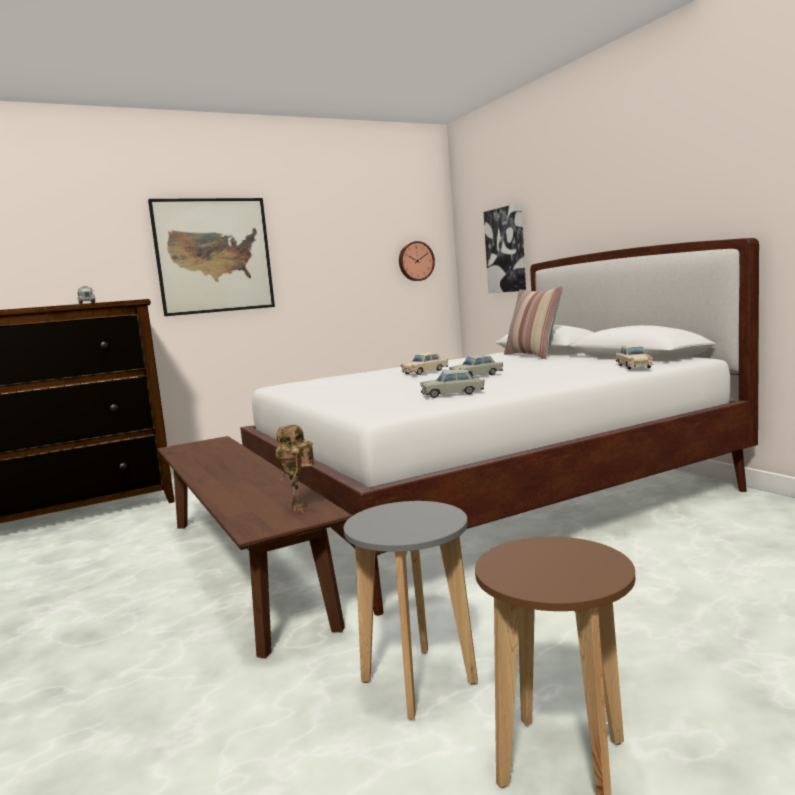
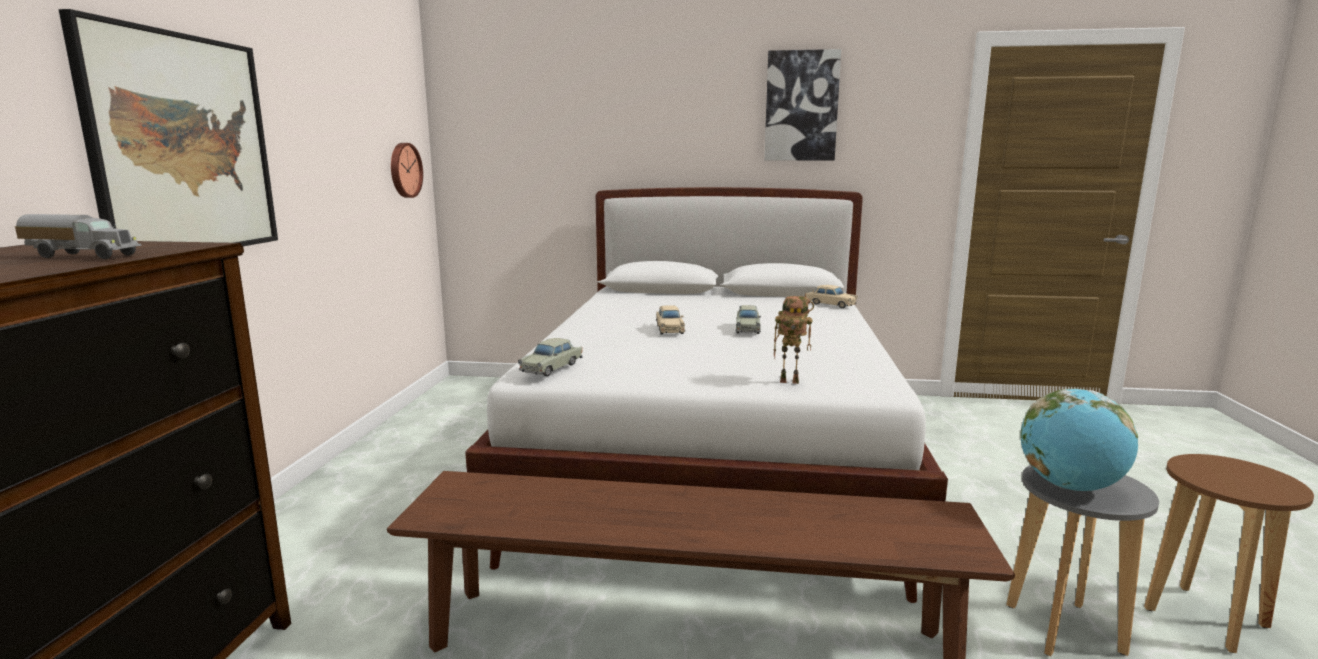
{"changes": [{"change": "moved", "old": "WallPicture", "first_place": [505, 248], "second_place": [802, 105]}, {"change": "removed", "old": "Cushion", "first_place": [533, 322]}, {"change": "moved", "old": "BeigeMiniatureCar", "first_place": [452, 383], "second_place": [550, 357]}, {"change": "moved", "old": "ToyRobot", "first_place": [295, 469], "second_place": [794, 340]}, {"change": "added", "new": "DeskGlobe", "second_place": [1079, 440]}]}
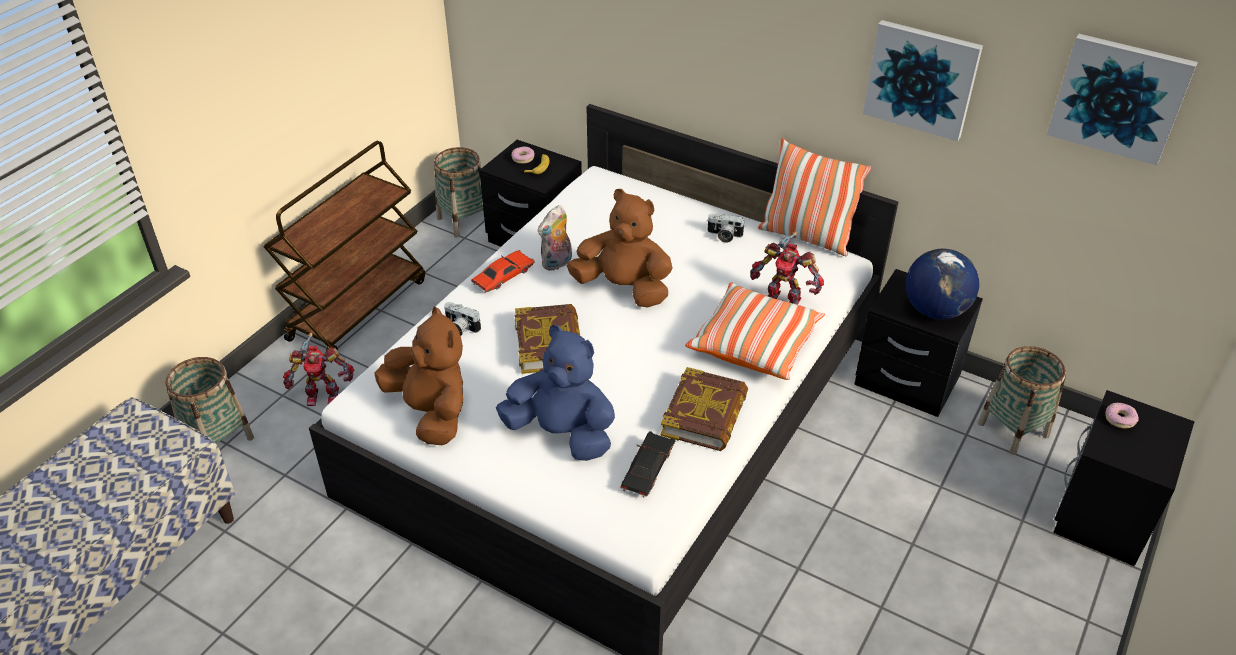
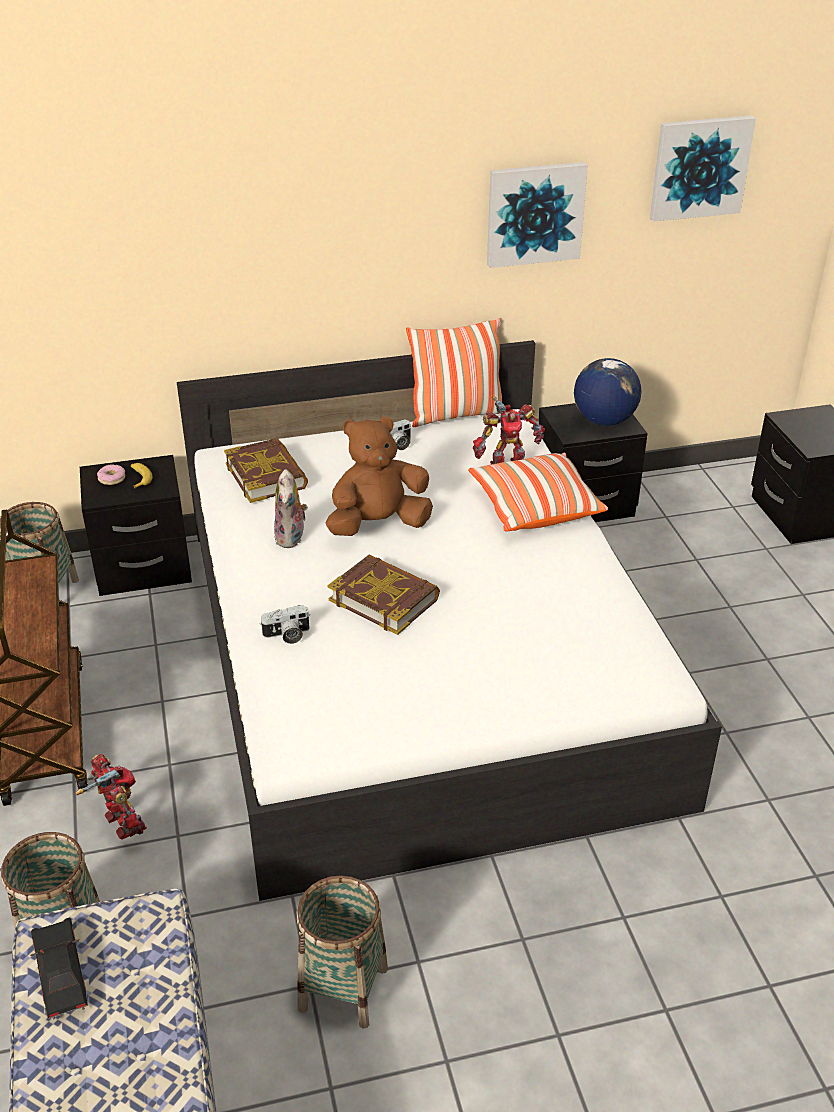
{"changes": [{"change": "removed", "old": "ReddishMiniatureCar", "first_place": [502, 271]}, {"change": "removed", "old": "BrownishPlushToy", "first_place": [418, 375]}, {"change": "removed", "old": "BluePlushToy", "first_place": [555, 393]}, {"change": "turned", "old": "ToyRobot", "first_place": [318, 369], "second_place": [111, 797], "degrees": -75}, {"change": "moved", "old": "Basket", "first_place": [1021, 400], "second_place": [342, 952]}, {"change": "moved", "old": "Volume", "first_place": [704, 409], "second_place": [266, 470]}, {"change": "removed", "old": "RingDoughnut", "first_place": [1122, 416]}, {"change": "moved", "old": "BlackishMiniatureCar", "first_place": [647, 464], "second_place": [59, 969]}]}
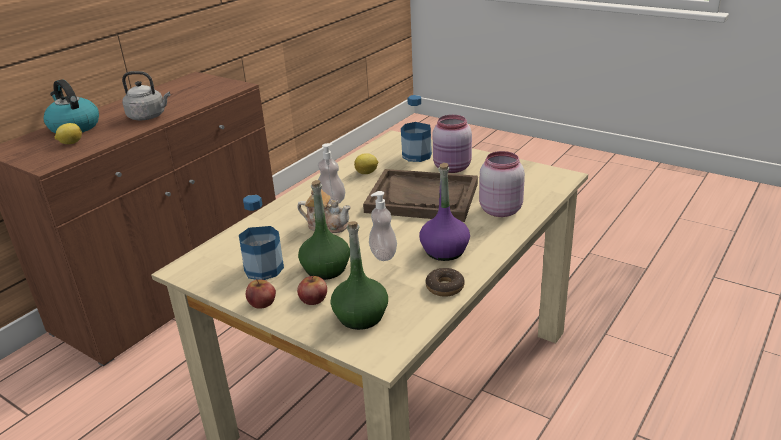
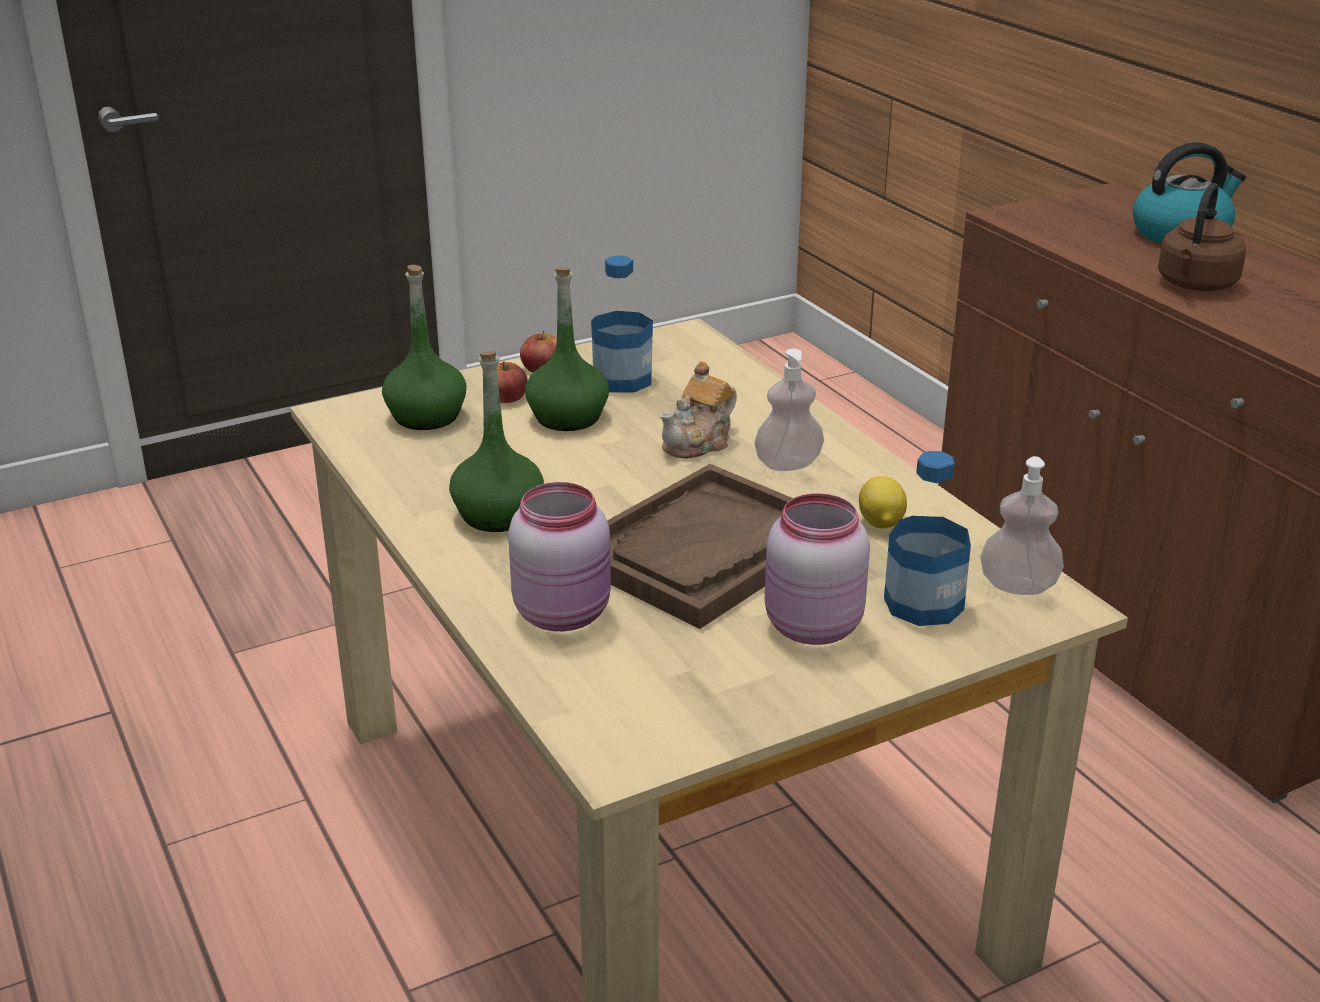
{"changes": [{"change": "recoloured", "old": "GreyishTeaKettle", "new": "BrownishTeaKettle", "first_place": [146, 95], "second_place": [1202, 237]}, {"change": "removed", "old": "CitrusFruit", "first_place": [68, 133]}, {"change": "recoloured", "old": "PurpleColouredBeverageBottle", "new": "GreenBeverageBottle", "first_place": [444, 212], "second_place": [496, 441]}, {"change": "moved", "old": "SoapBottle", "first_place": [383, 226], "second_place": [1022, 525]}, {"change": "removed", "old": "RingDoughnut", "first_place": [445, 282]}]}
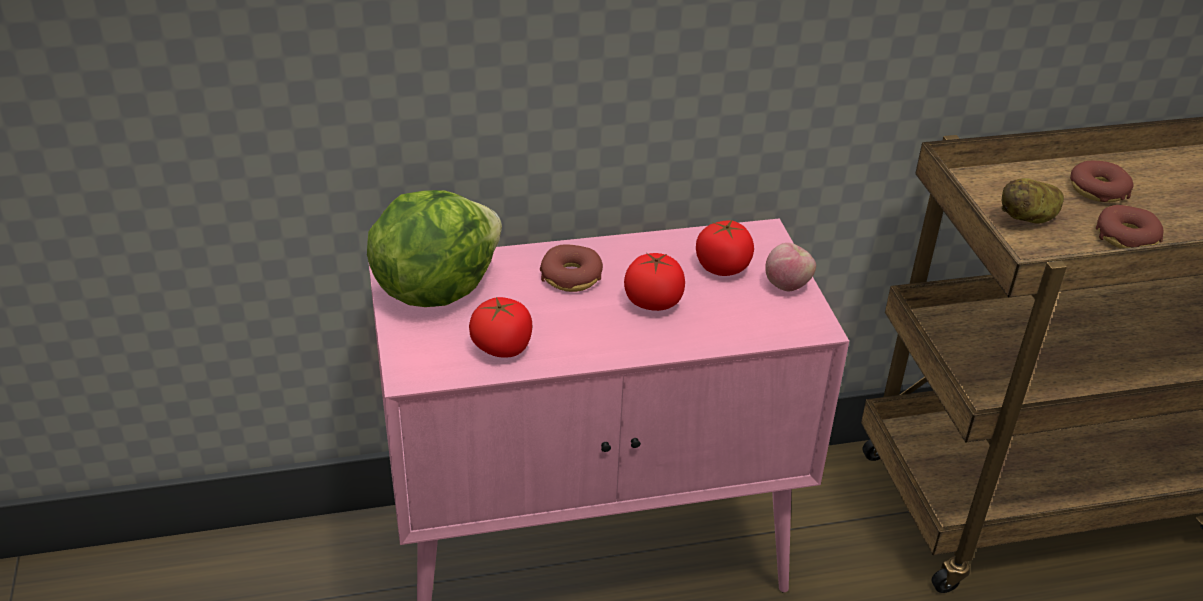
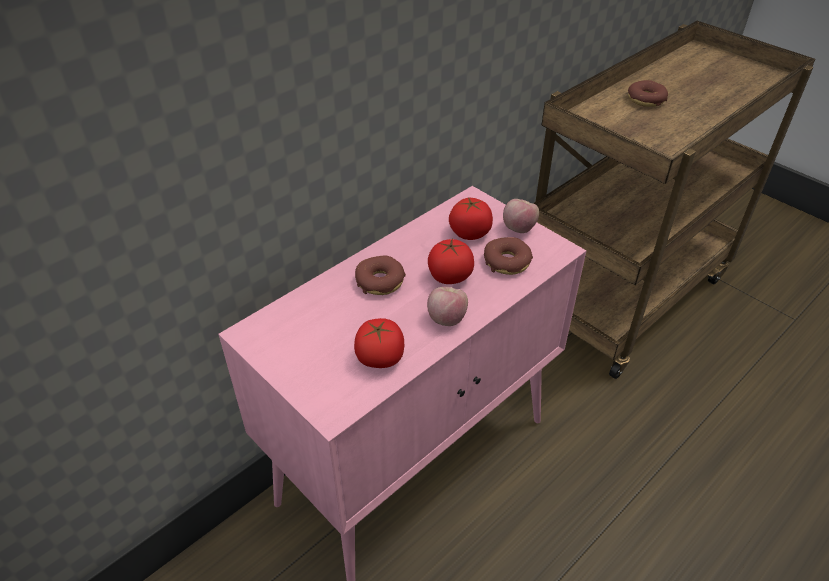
{"changes": [{"change": "removed", "old": "WholePotato", "first_place": [1032, 200]}, {"change": "removed", "old": "Lettuce", "first_place": [434, 248]}, {"change": "moved", "old": "RingDoughnut", "first_place": [1129, 227], "second_place": [508, 256]}, {"change": "added", "new": "AppleFruit", "second_place": [447, 306]}]}
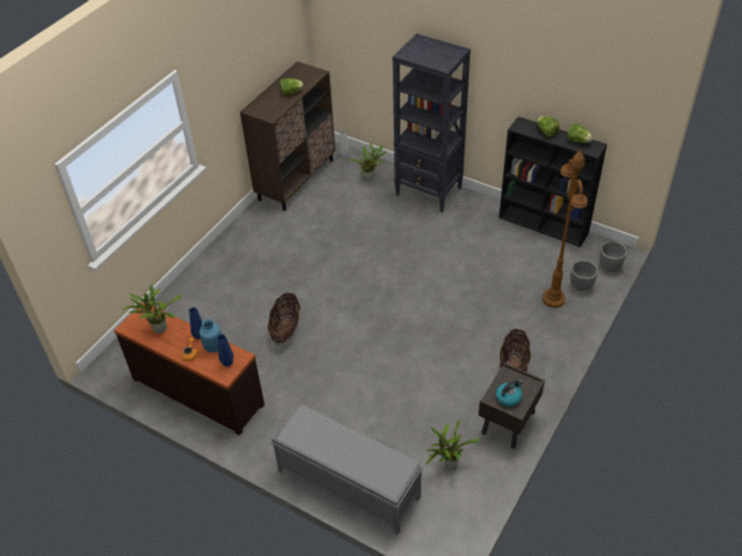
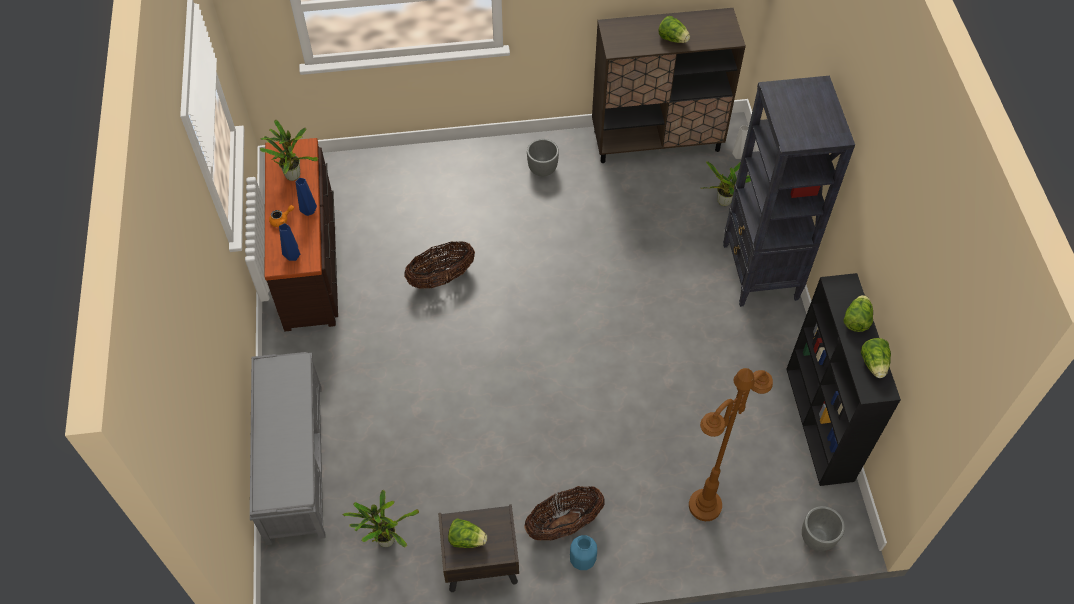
{"changes": [{"change": "moved", "old": "GreyishPlanter", "first_place": [584, 275], "second_place": [543, 157]}, {"change": "moved", "old": "BlueVase", "first_place": [210, 335], "second_place": [583, 552]}, {"change": "replaced", "old": "TeaKettle", "new": "Lettuce", "first_place": [509, 393], "second_place": [467, 533]}]}
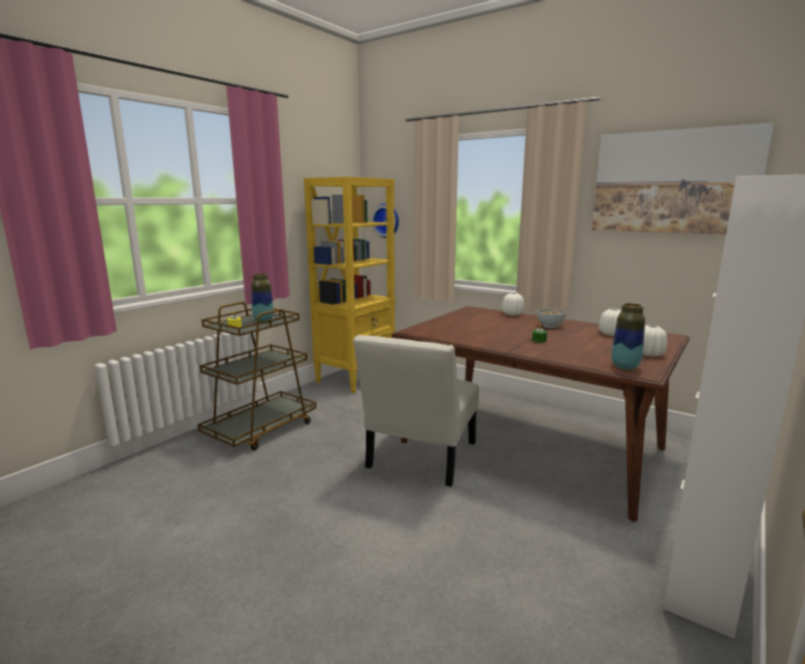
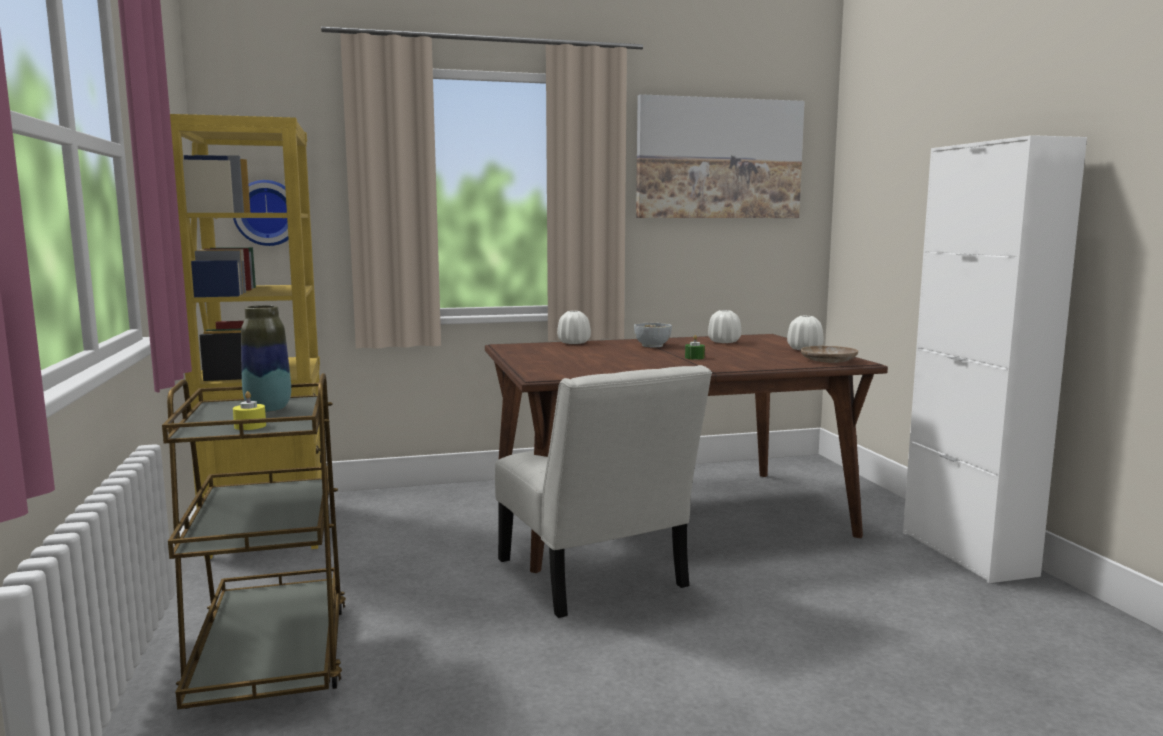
{"changes": [{"change": "replaced", "old": "Vase", "new": "BeigePlate", "first_place": [628, 336], "second_place": [829, 354]}]}
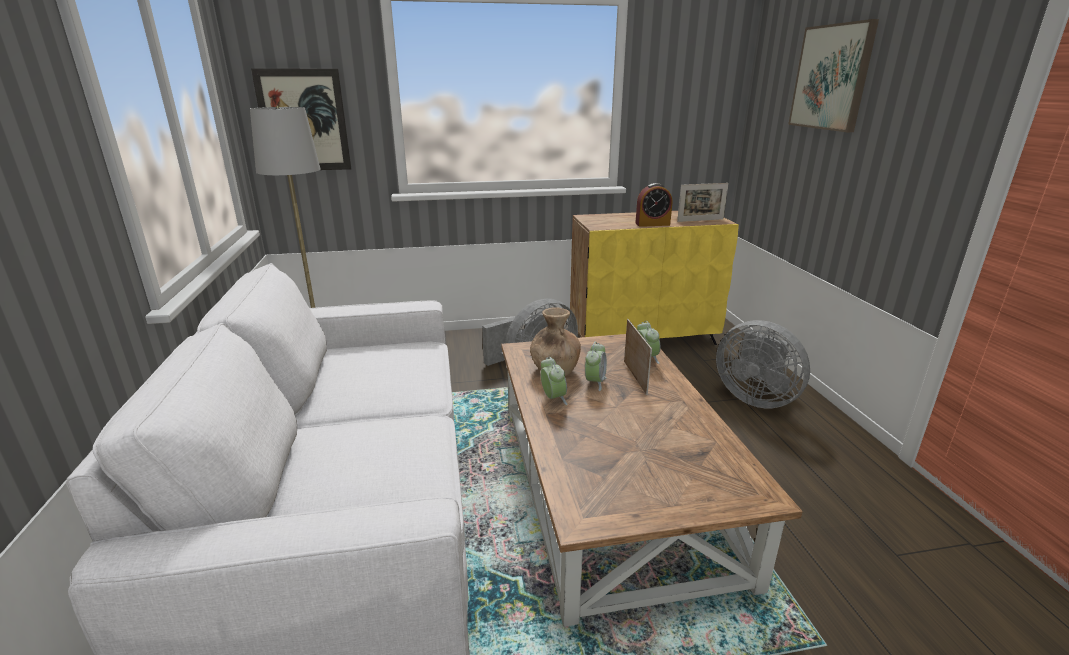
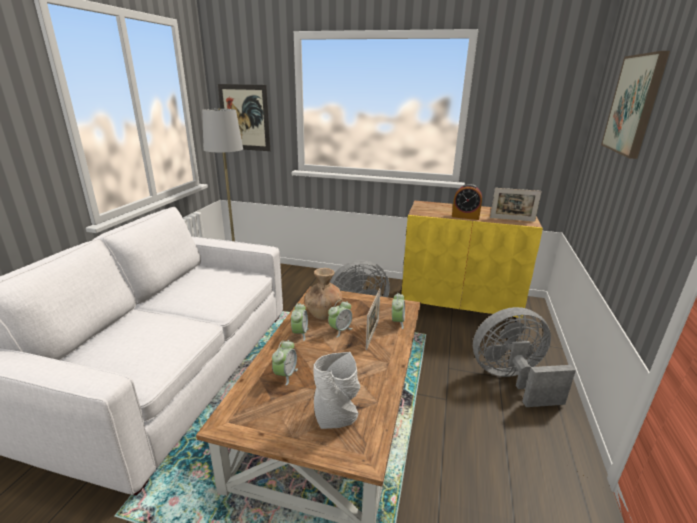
{"changes": [{"change": "turned", "old": "GreyishCoolingFan", "first_place": [763, 364], "second_place": [524, 357], "degrees": 105}, {"change": "added", "new": "AlarmClock", "second_place": [285, 363]}, {"change": "added", "new": "GreyishVase", "second_place": [336, 390]}]}
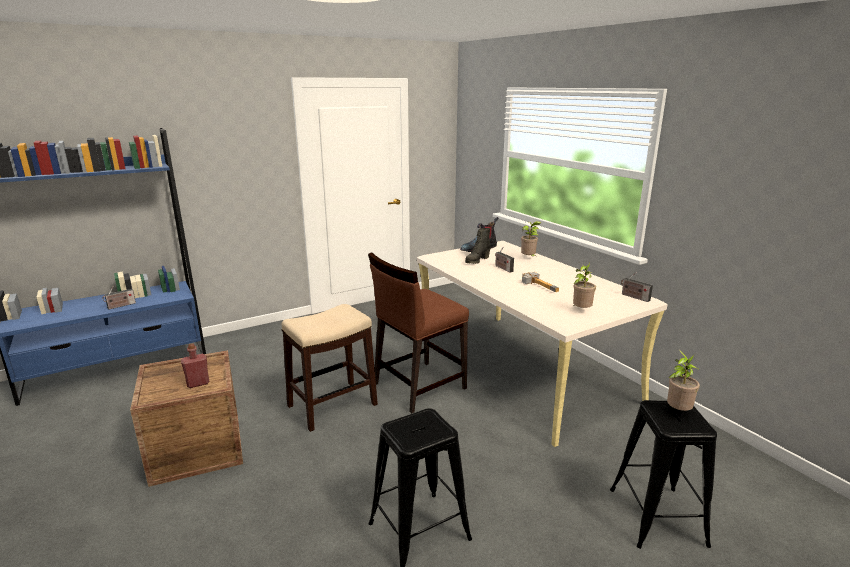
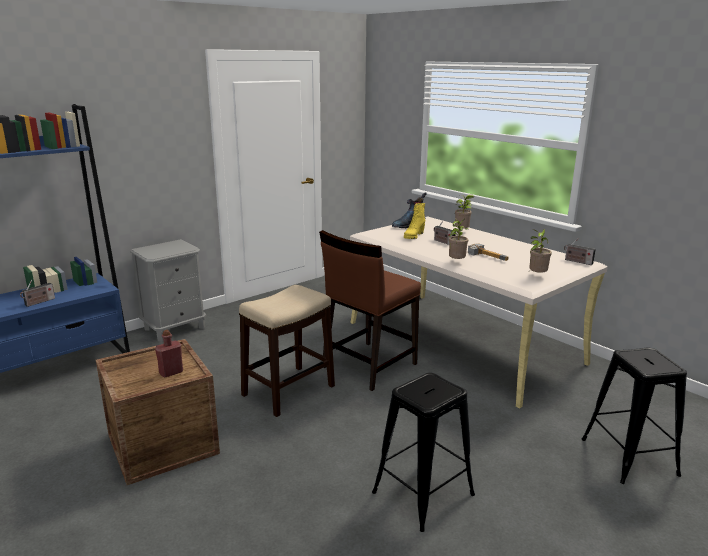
{"changes": [{"change": "recoloured", "old": "BlackishBoot", "new": "YellowBoot", "first_place": [477, 246], "second_place": [414, 221]}, {"change": "moved", "old": "Houseplant", "first_place": [683, 380], "second_place": [458, 238]}, {"change": "added", "new": "GreyishBedsideTable", "second_place": [168, 290]}]}
